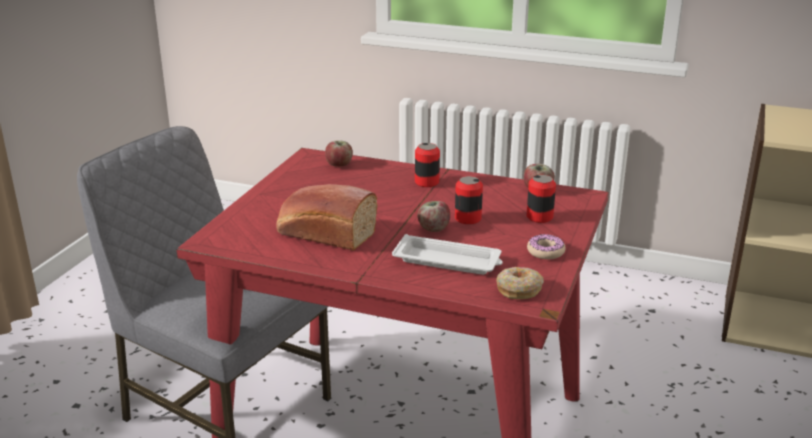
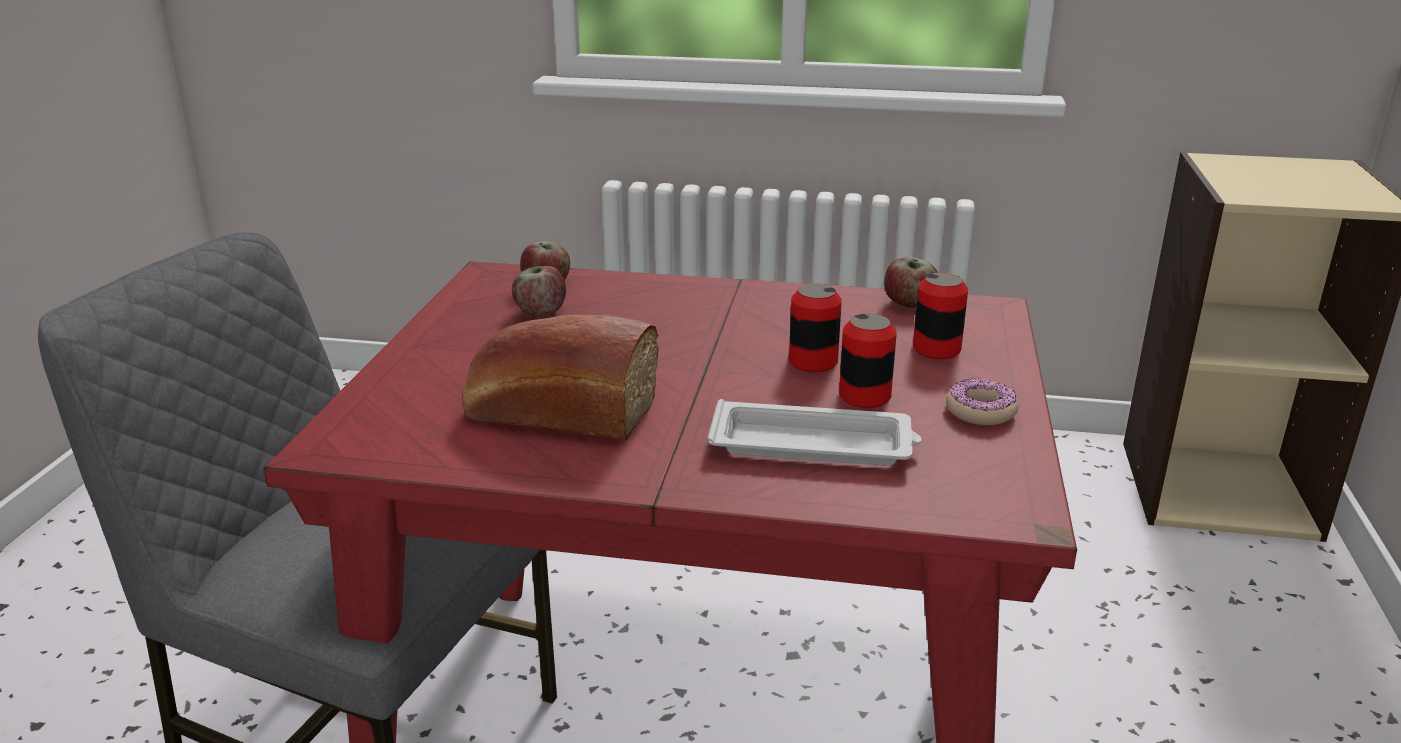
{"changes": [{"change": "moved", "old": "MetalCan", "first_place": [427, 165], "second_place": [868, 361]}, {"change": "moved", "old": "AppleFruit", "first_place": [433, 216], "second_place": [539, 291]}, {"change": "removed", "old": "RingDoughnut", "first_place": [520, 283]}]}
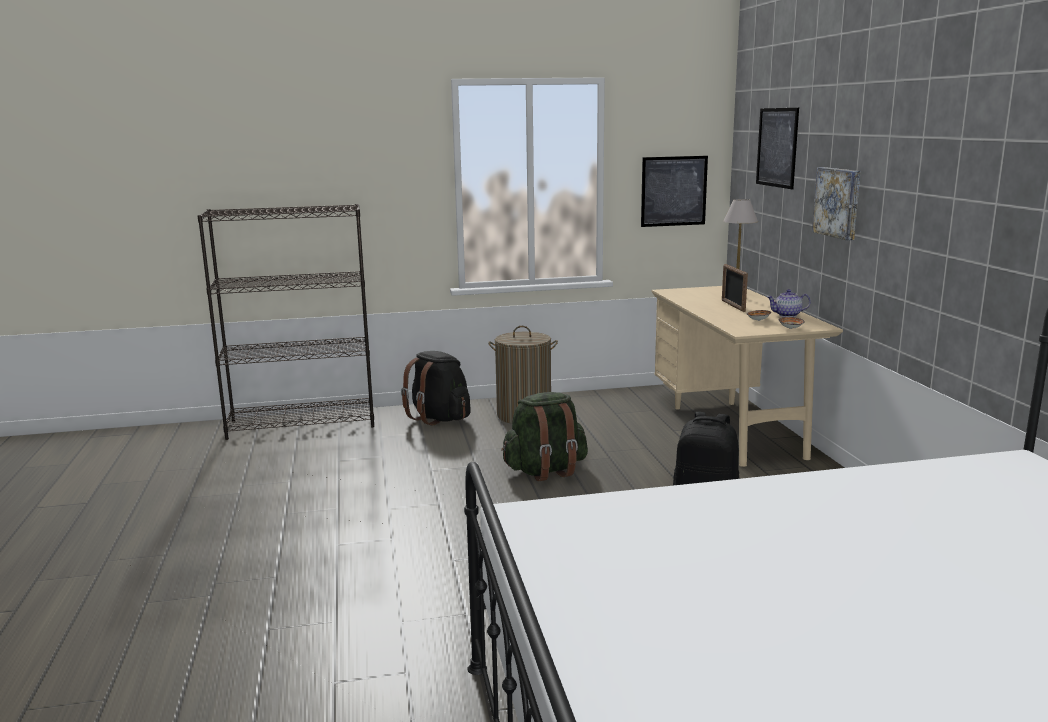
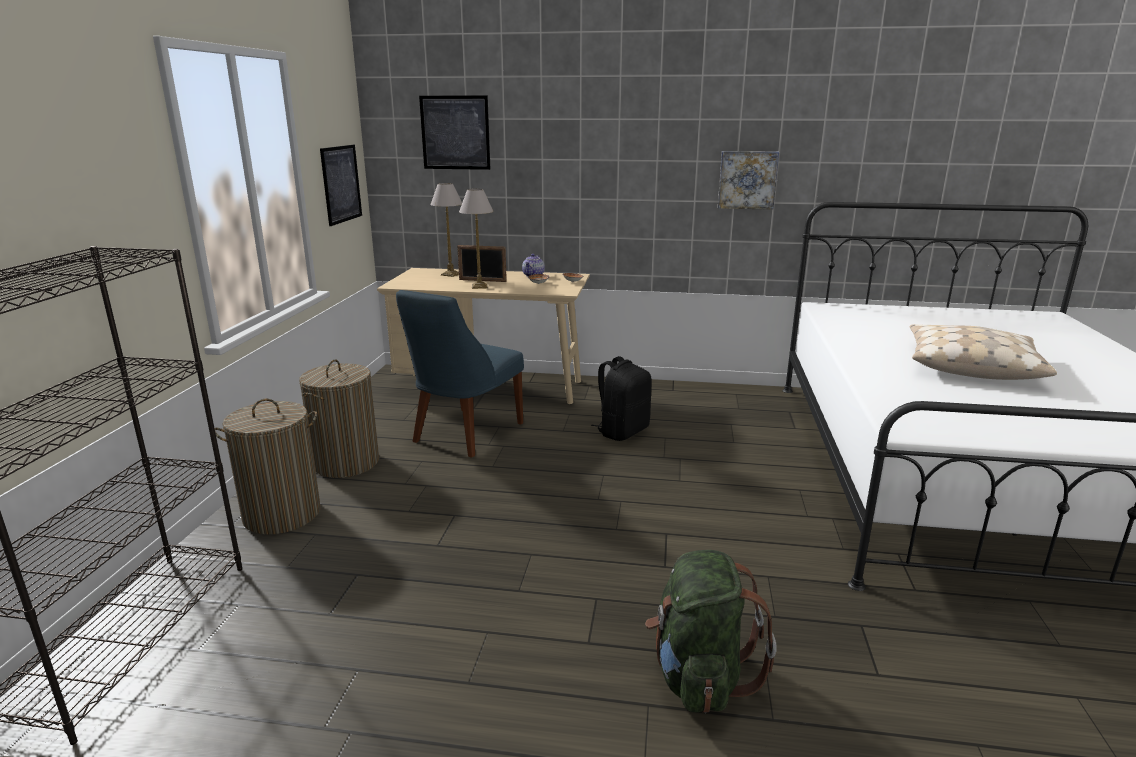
{"changes": [{"change": "moved", "old": "WallPicture", "first_place": [836, 203], "second_place": [748, 180]}, {"change": "replaced", "old": "BlackishKnapsack", "new": "Hamper", "first_place": [436, 388], "second_place": [267, 466]}, {"change": "moved", "old": "GreenKnapsack", "first_place": [544, 436], "second_place": [710, 631]}, {"change": "added", "new": "LampForATable", "second_place": [476, 239]}, {"change": "added", "new": "BlueUprightChair", "second_place": [460, 374]}, {"change": "added", "new": "BeigeCushion", "second_place": [983, 352]}]}
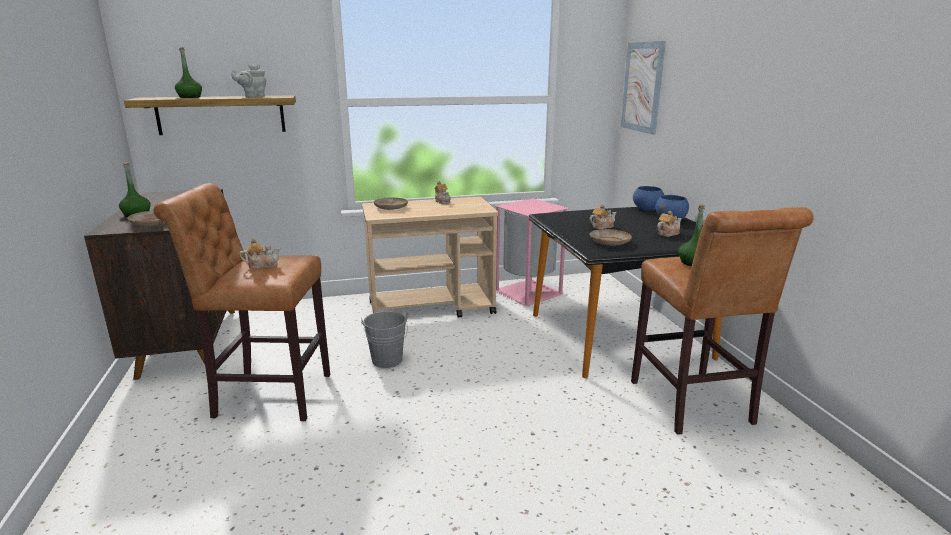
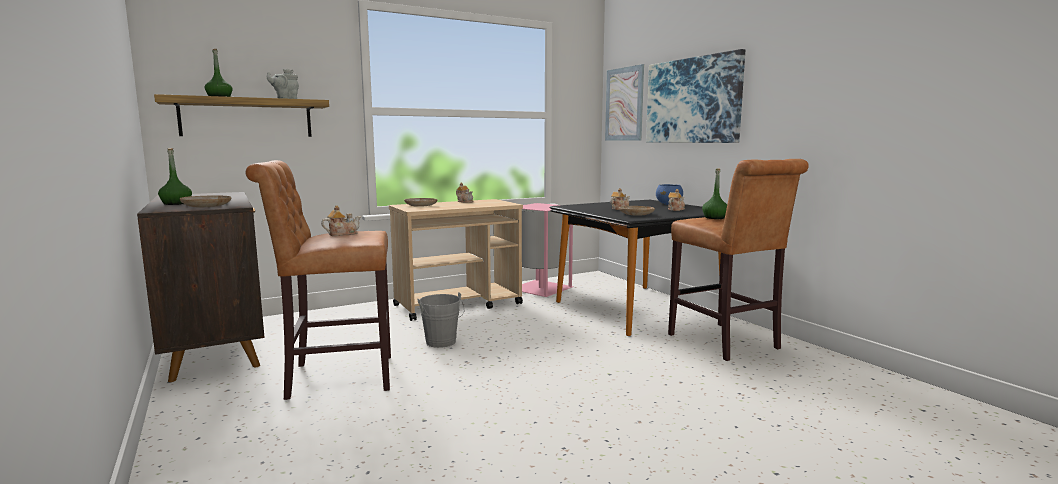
{"changes": [{"change": "removed", "old": "BlueServingBowl", "first_place": [648, 198]}, {"change": "added", "new": "WallPicture", "second_place": [695, 96]}]}
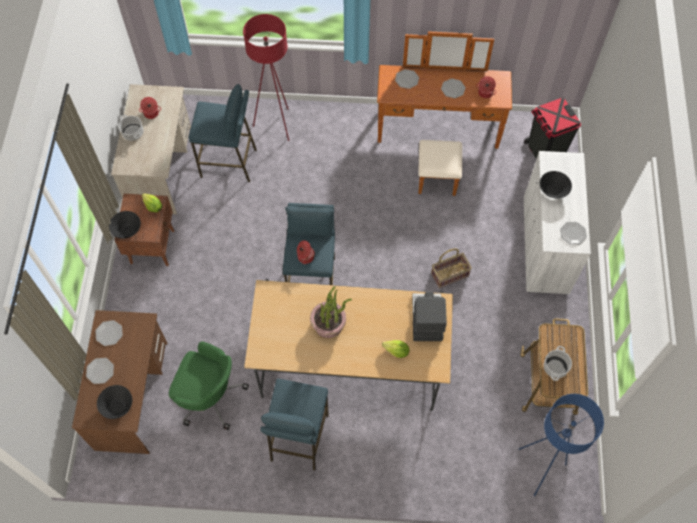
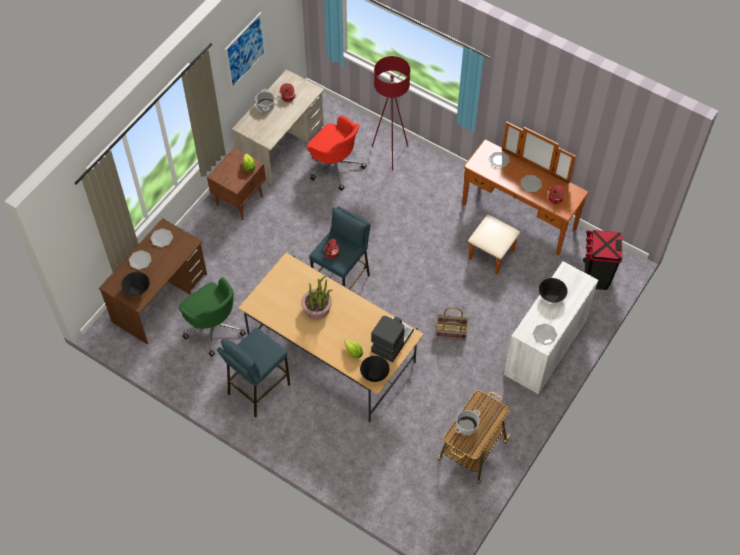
{"changes": [{"change": "replaced", "old": "BlueSittingStool", "new": "ReddishOfficeChair", "first_place": [222, 133], "second_place": [337, 153]}, {"change": "moved", "old": "BlackishServingBowl", "first_place": [125, 225], "second_place": [374, 369]}, {"change": "removed", "old": "BlueFloorLamp", "first_place": [561, 445]}, {"change": "added", "new": "WallPicture", "second_place": [245, 50]}]}
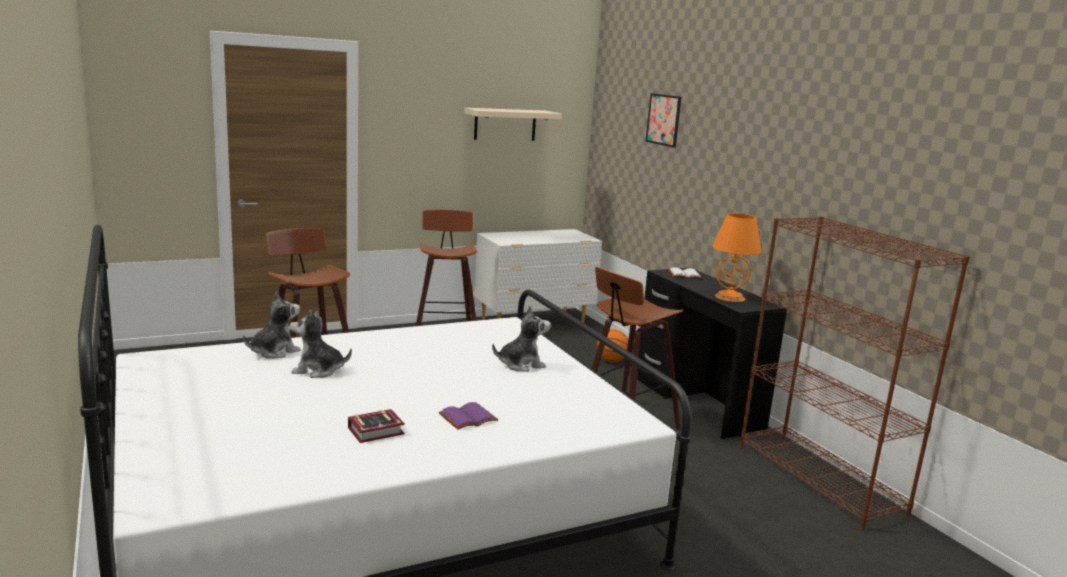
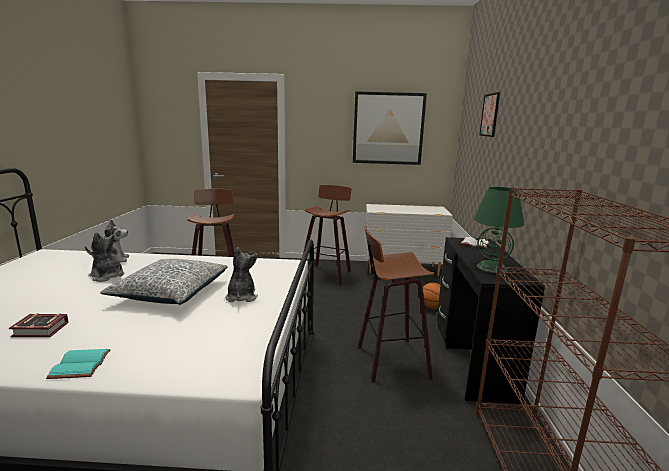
{"changes": [{"change": "replaced", "old": "BeigeBracketShelf", "new": "WallPicture", "first_place": [513, 124], "second_place": [390, 128]}, {"change": "recoloured", "old": "OrangeColouredLampForATable", "new": "GreenLampForATable", "first_place": [737, 257], "second_place": [499, 230]}, {"change": "turned", "old": "PlushToy", "first_place": [521, 339], "second_place": [241, 274], "degrees": -105}, {"change": "removed", "old": "PurpleColouredVolume", "first_place": [468, 416]}, {"change": "added", "new": "Cushion", "second_place": [164, 282]}, {"change": "added", "new": "TurquoiseVolume", "second_place": [78, 364]}]}
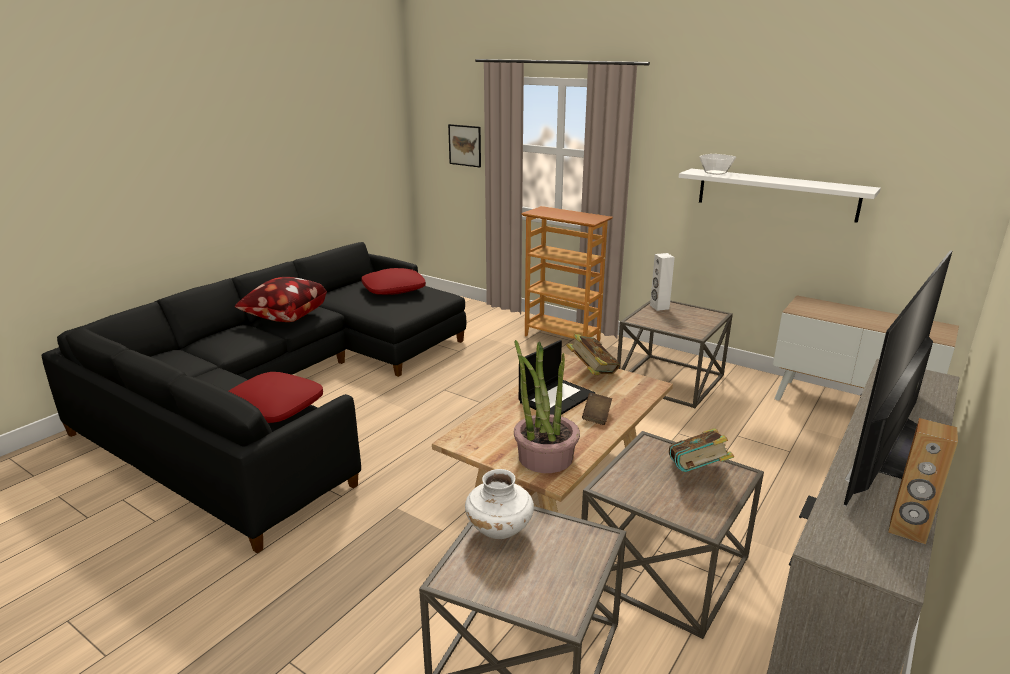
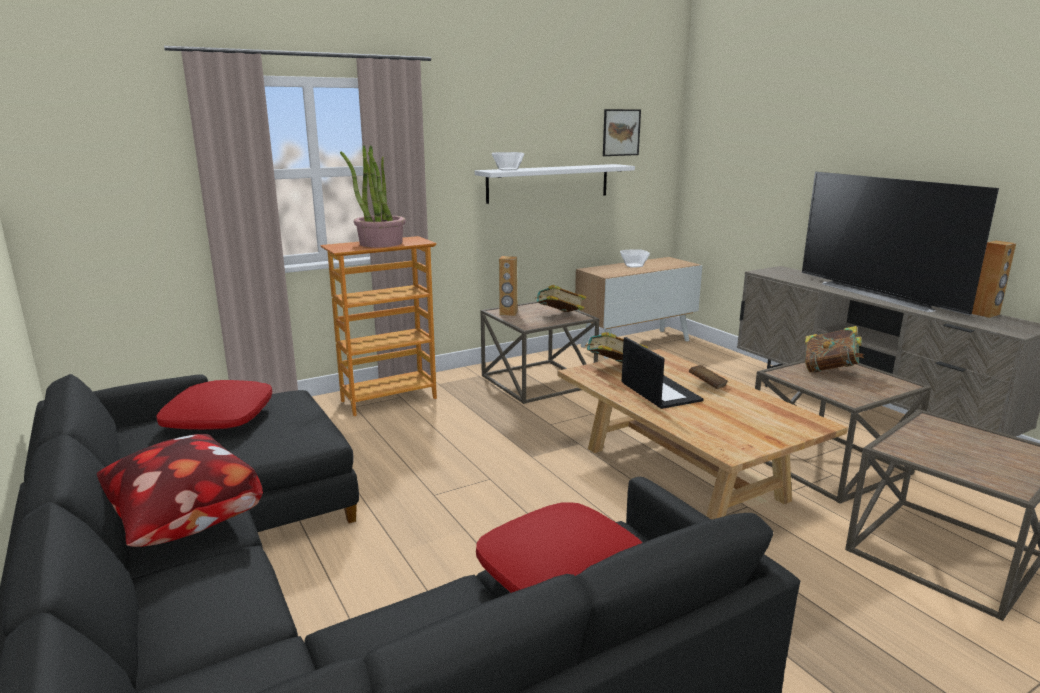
{"changes": [{"change": "moved", "old": "WallPicture", "first_place": [464, 145], "second_place": [622, 132]}, {"change": "recoloured", "old": "WhiteColouredLoudspeaker", "new": "BrownishLoudspeaker", "first_place": [662, 282], "second_place": [508, 286]}, {"change": "moved", "old": "Houseplant", "first_place": [547, 406], "second_place": [373, 196]}, {"change": "removed", "old": "WhiteColouredVase", "first_place": [499, 504]}, {"change": "added", "new": "ServingBowl", "second_place": [635, 258]}, {"change": "added", "new": "Volume", "second_place": [560, 298]}]}
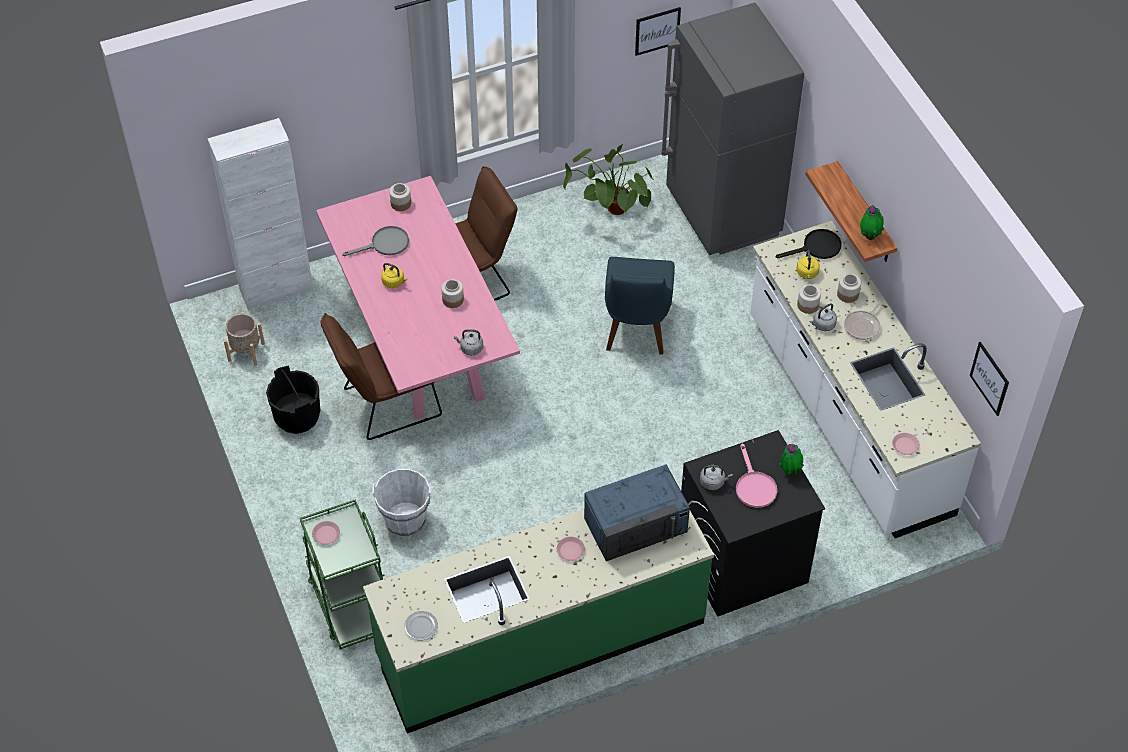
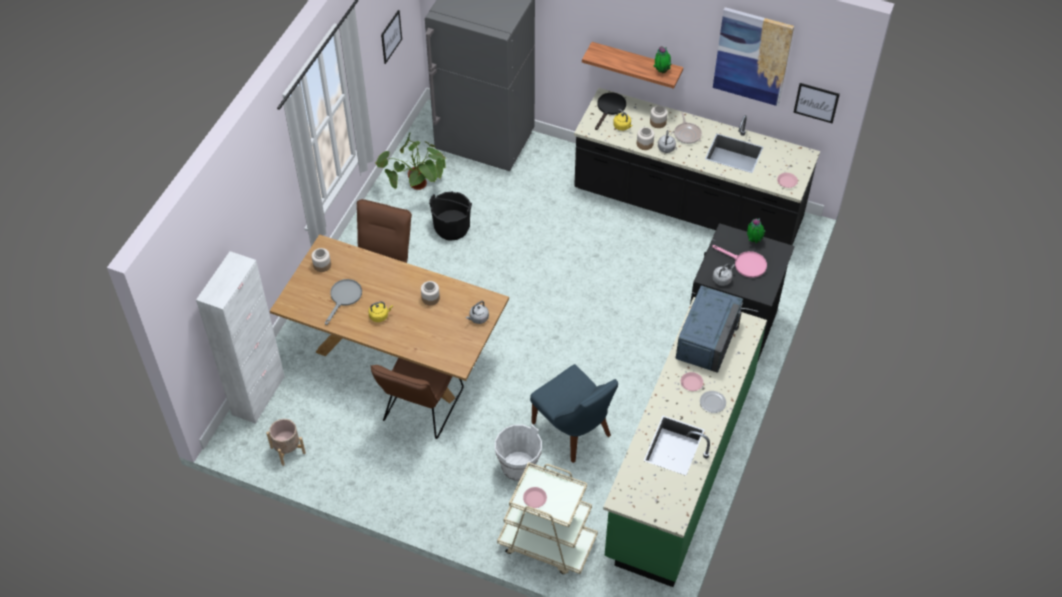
{"changes": [{"change": "recoloured", "old": "PinkKitchenTable", "new": "BrownishKitchenTable", "first_place": [418, 298], "second_place": [389, 319]}, {"change": "recoloured", "old": "WhiteColouredKitchenCounter", "new": "BlackishKitchenCounter", "first_place": [865, 379], "second_place": [697, 166]}, {"change": "moved", "old": "BlueUprightChair", "first_place": [640, 306], "second_place": [574, 413]}, {"change": "moved", "old": "BlackishWaterBucket", "first_place": [293, 399], "second_place": [450, 216]}, {"change": "recoloured", "old": "GreenTrolley", "new": "BeigeTrolley", "first_place": [342, 574], "second_place": [547, 518]}, {"change": "moved", "old": "Plate", "first_place": [421, 625], "second_place": [713, 402]}, {"change": "added", "new": "WallPicture", "second_place": [753, 56]}]}
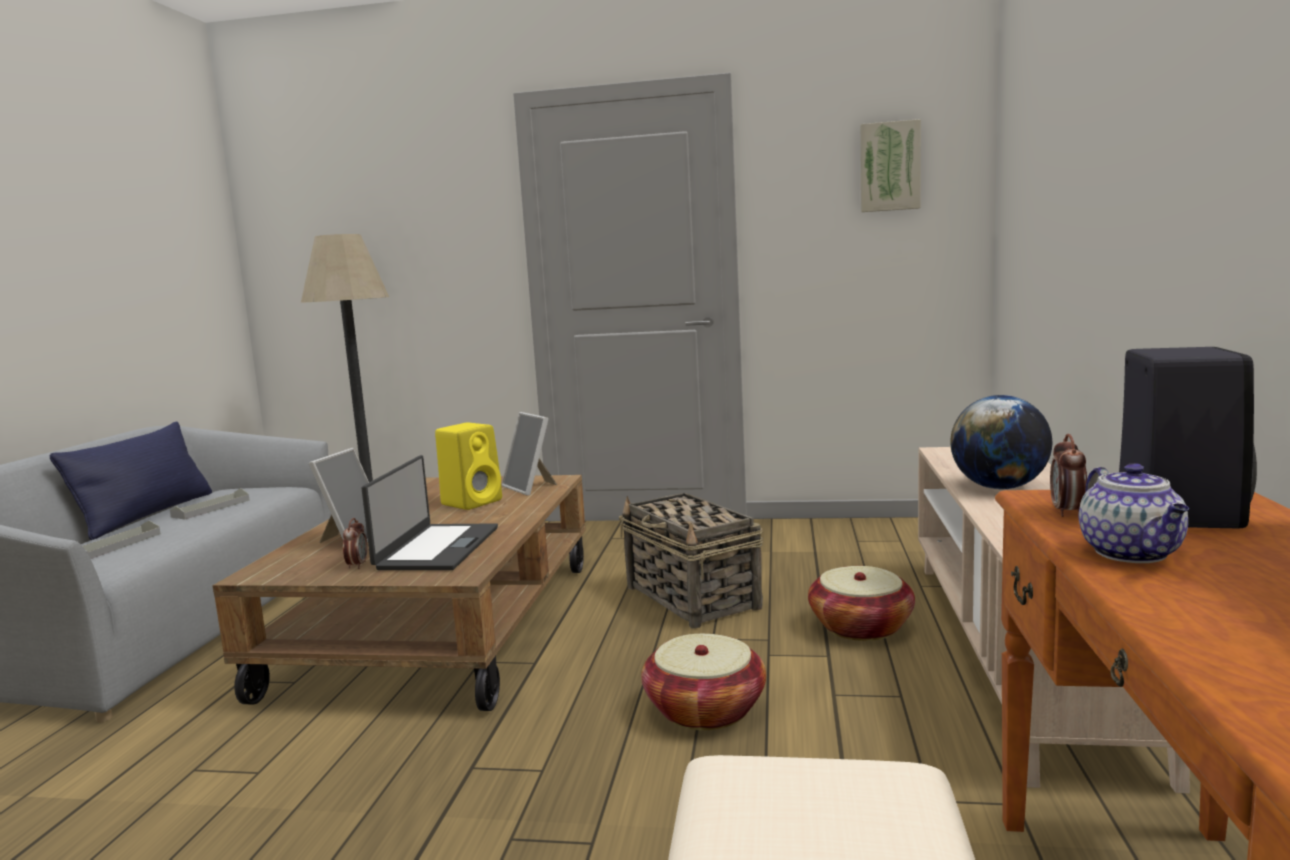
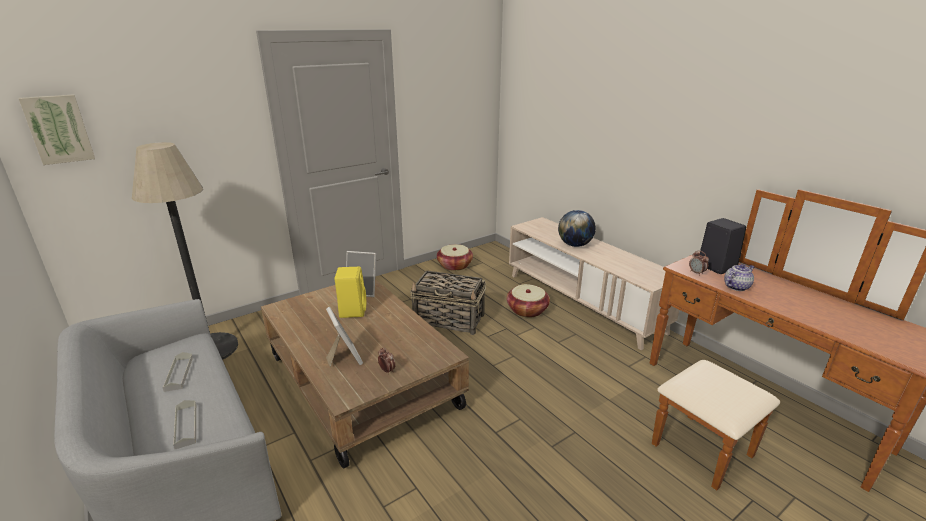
{"changes": [{"change": "moved", "old": "WallPicture", "first_place": [890, 165], "second_place": [56, 129]}, {"change": "removed", "old": "BlueCushion", "first_place": [131, 480]}, {"change": "removed", "old": "Laptop", "first_place": [429, 512]}, {"change": "turned", "old": "TeaPot", "first_place": [1134, 513], "second_place": [739, 277], "degrees": -75}, {"change": "moved", "old": "Basket", "first_place": [703, 682], "second_place": [455, 257]}]}
